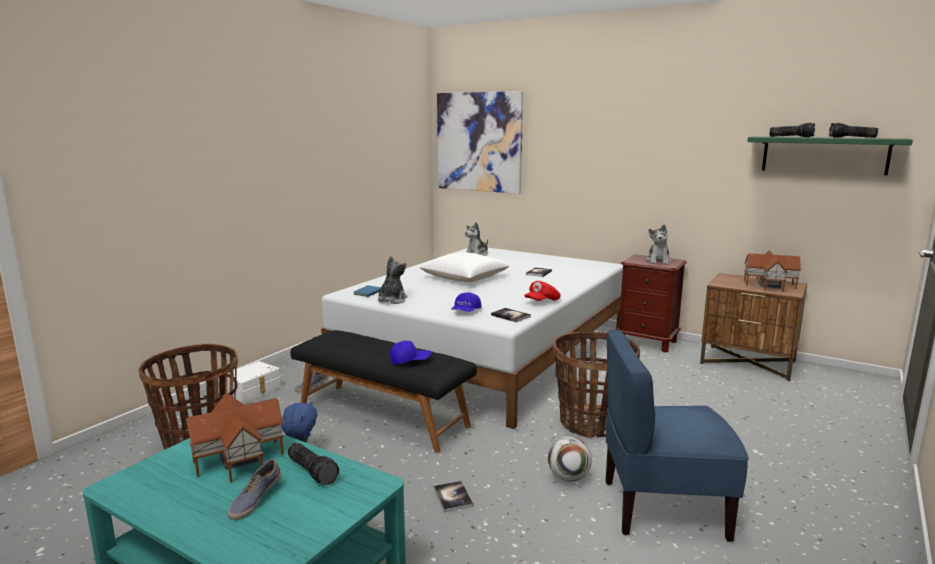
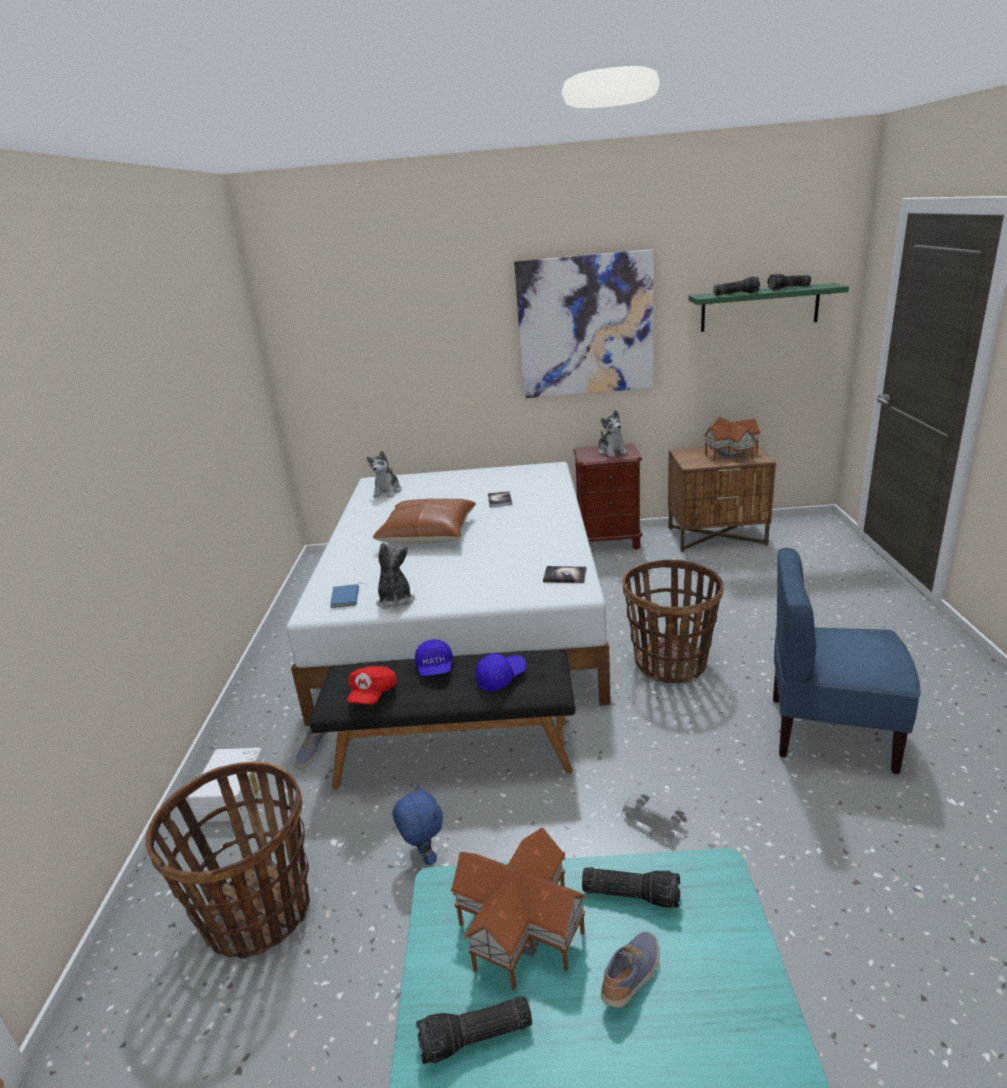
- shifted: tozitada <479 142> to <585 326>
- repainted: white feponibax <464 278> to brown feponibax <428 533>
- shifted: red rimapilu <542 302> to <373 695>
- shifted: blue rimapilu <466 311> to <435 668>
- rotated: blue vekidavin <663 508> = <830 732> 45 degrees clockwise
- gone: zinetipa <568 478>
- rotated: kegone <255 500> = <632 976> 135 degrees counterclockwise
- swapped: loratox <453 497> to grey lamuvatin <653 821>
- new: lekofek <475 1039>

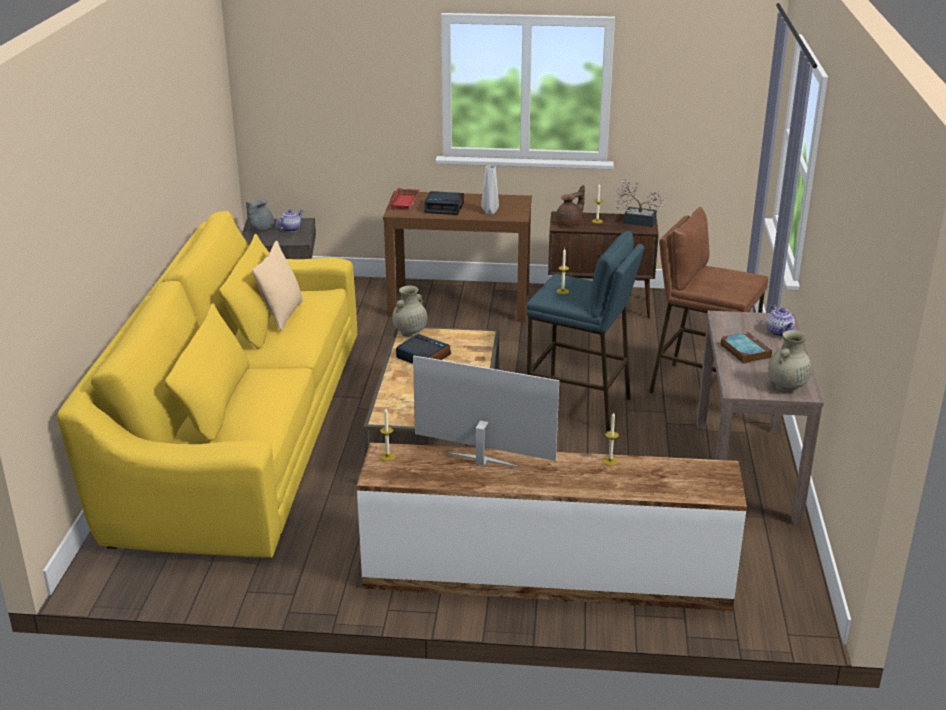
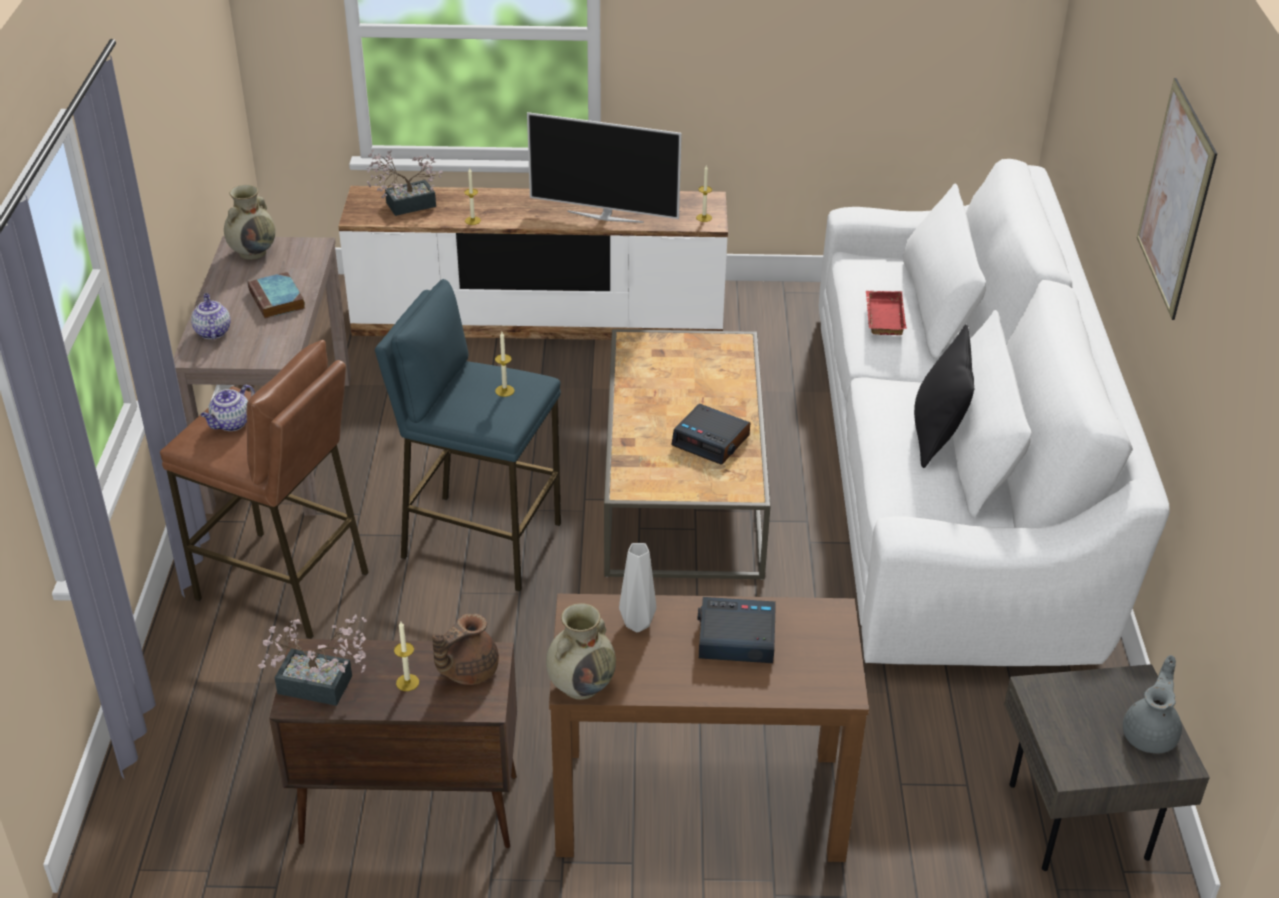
- shifted: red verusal <405 203> to <882 316>
- shifted: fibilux <291 229> to <231 424>
- repainted: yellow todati <240 432> to white todati <951 472>
- repainted: beige feponibax <282 315> to black feponibax <937 436>
- shifted: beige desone <410 333> to <581 685>
- new: tozitada <1175 198>
- new: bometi <405 205>

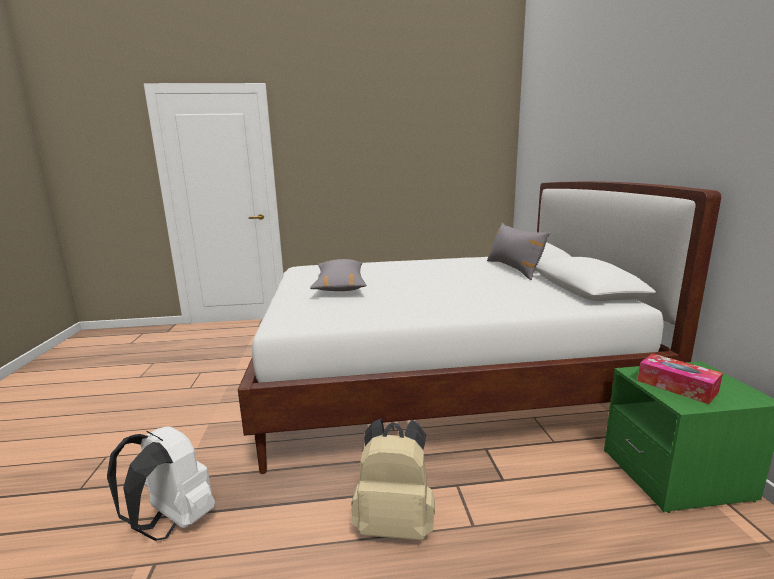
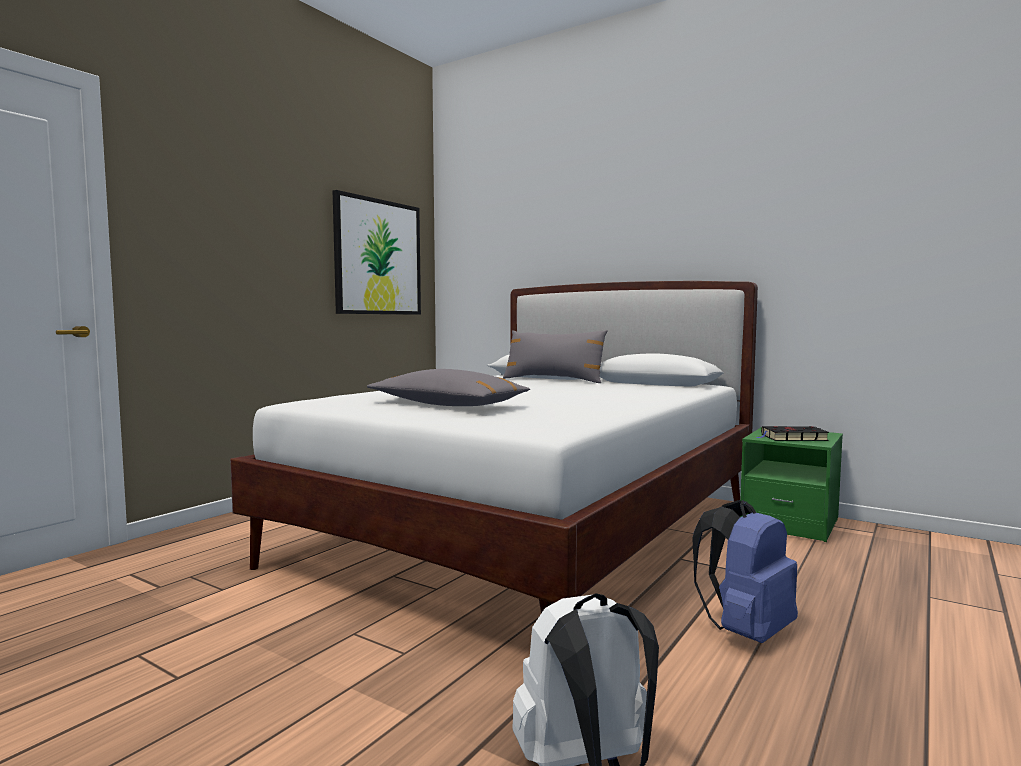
- swapped: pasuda <676 386> to black loratox <792 438>
- repainted: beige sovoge <395 523> to blue sovoge <745 631>
- new: tozitada <378 257>

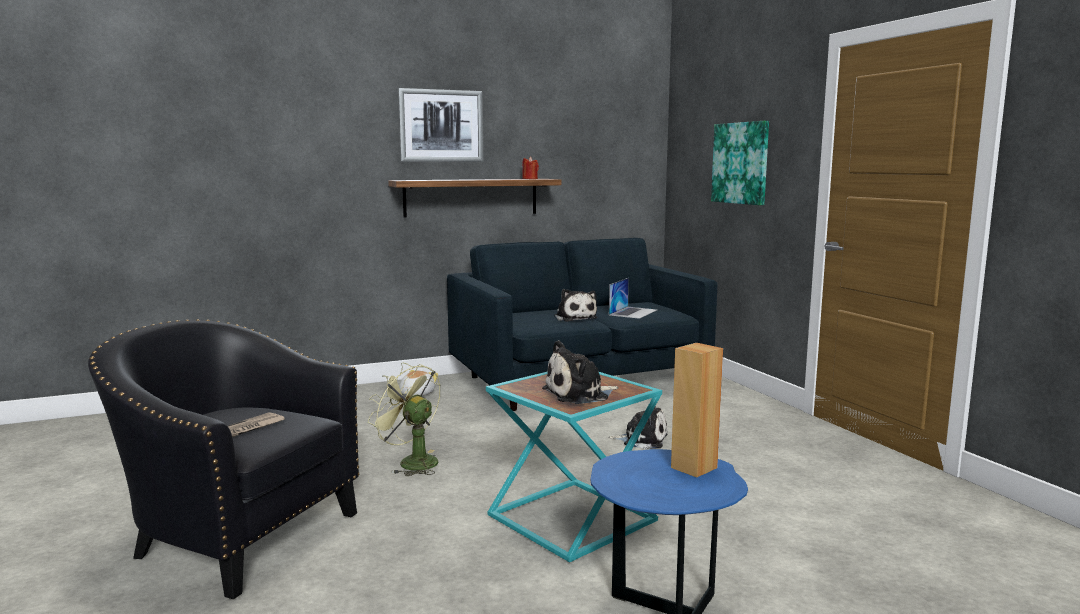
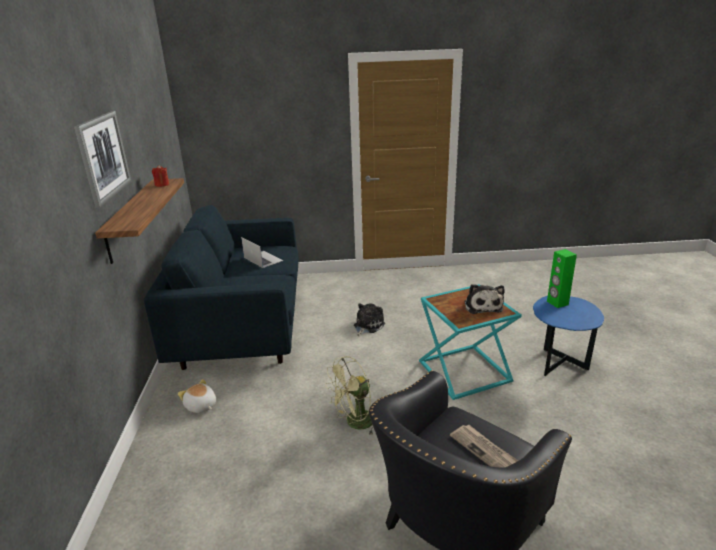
- gone: tozitada <741 163>
- gone: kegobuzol <574 318>
- repainted: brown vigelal <693 467> to green vigelal <557 303>

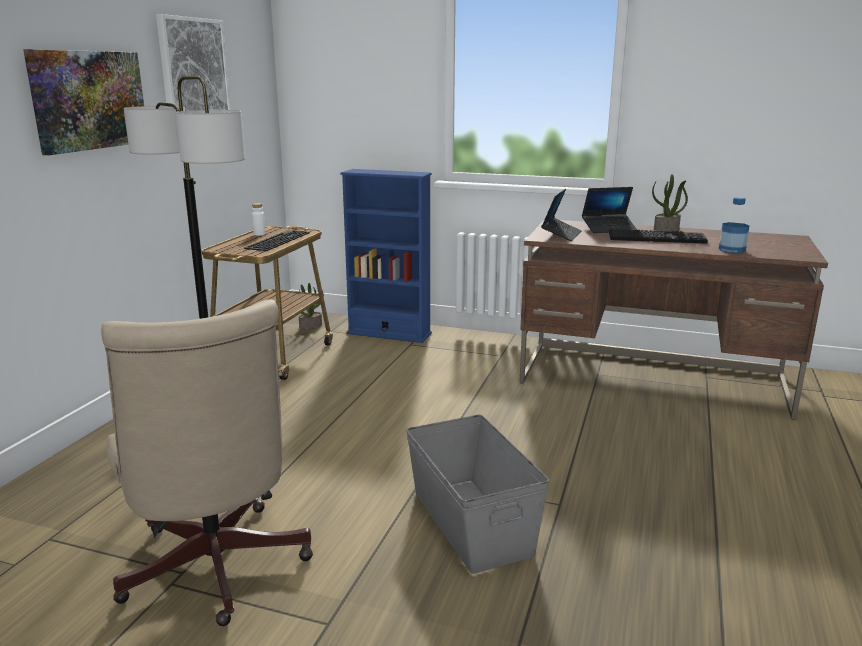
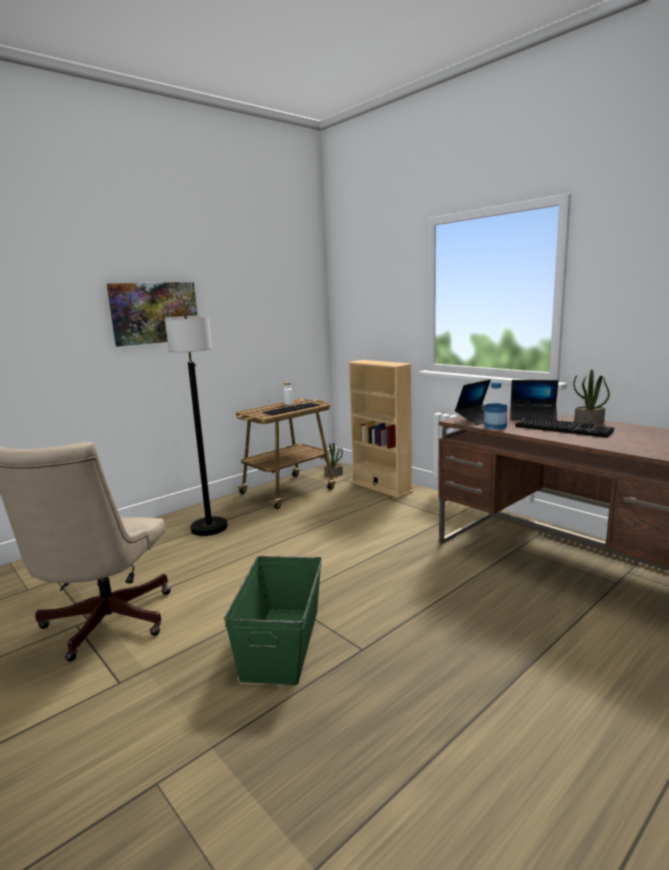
- gone: tozitada <193 69>
- repainted: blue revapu <389 333> to beige revapu <381 487>
- shifted: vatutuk <732 250> to <495 426>
- repainted: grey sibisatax <472 521> to green sibisatax <283 642>

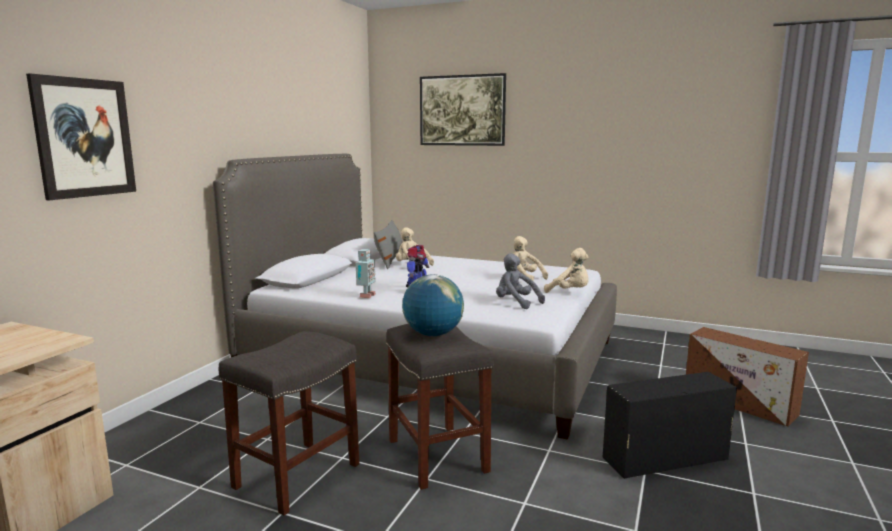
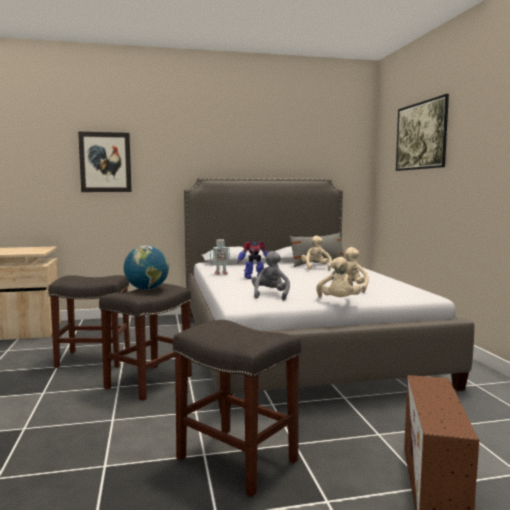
- swapped: black sibisatax <663 458> to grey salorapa <235 459>

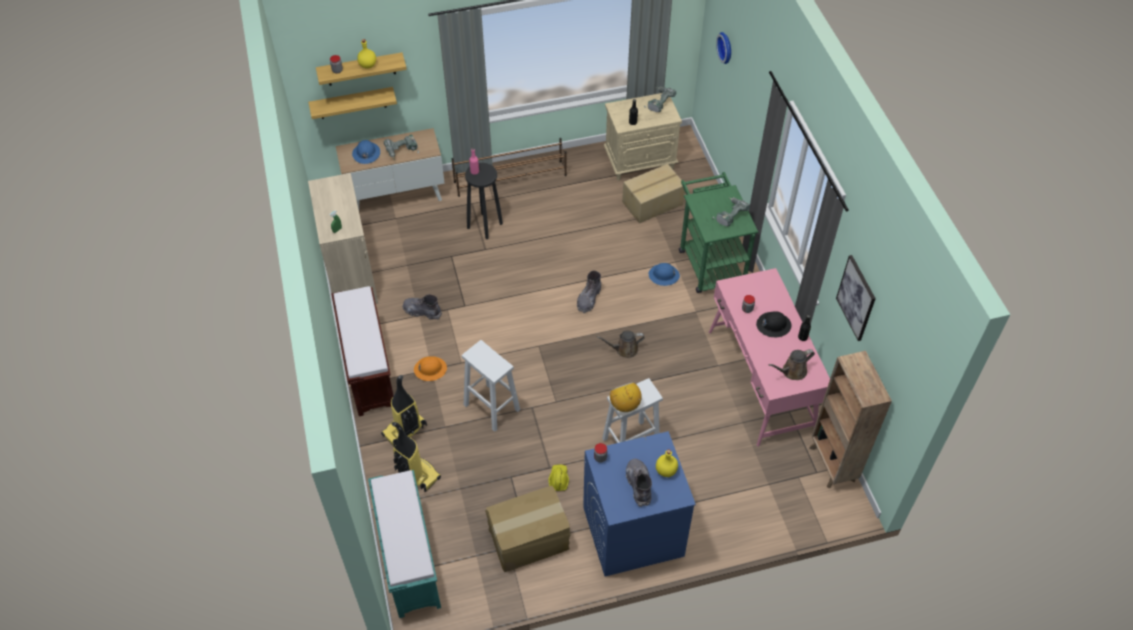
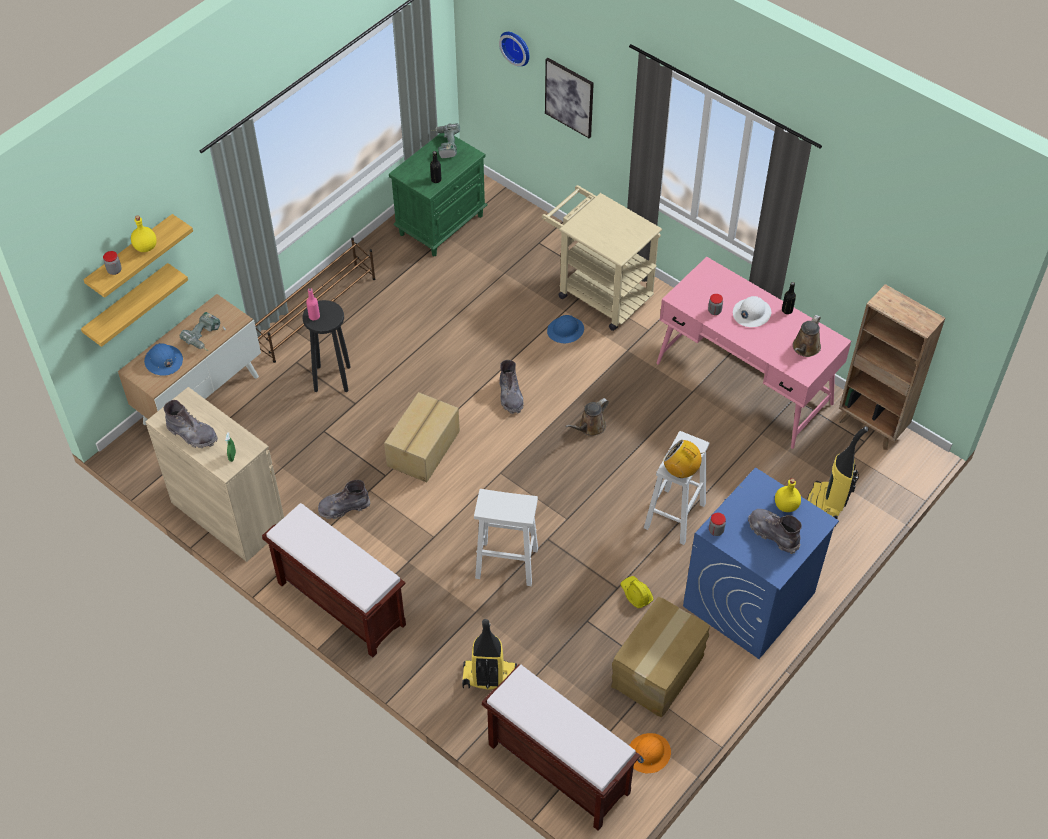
- repainted: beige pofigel <640 161> to green pofigel <441 224>
- shifted: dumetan <653 203> to <424 448>
- repainted: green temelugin <709 261> to beige temelugin <598 292>
- gone: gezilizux <729 215>
- shifted: tozitada <856 298> to <569 97>
- repainted: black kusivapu <773 325> to white kusivapu <751 313>
- shifted: orange kusivapu <430 369> to <648 753>
- shifted: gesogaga <404 431> to <825 506>
- repainted: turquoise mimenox <409 560> to brown mimenox <557 768>
- new: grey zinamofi <192 434>

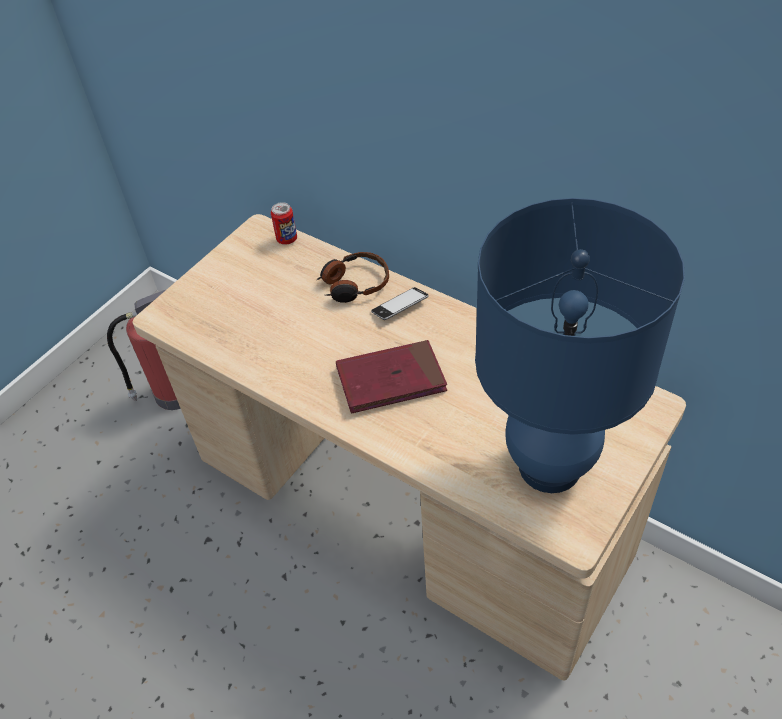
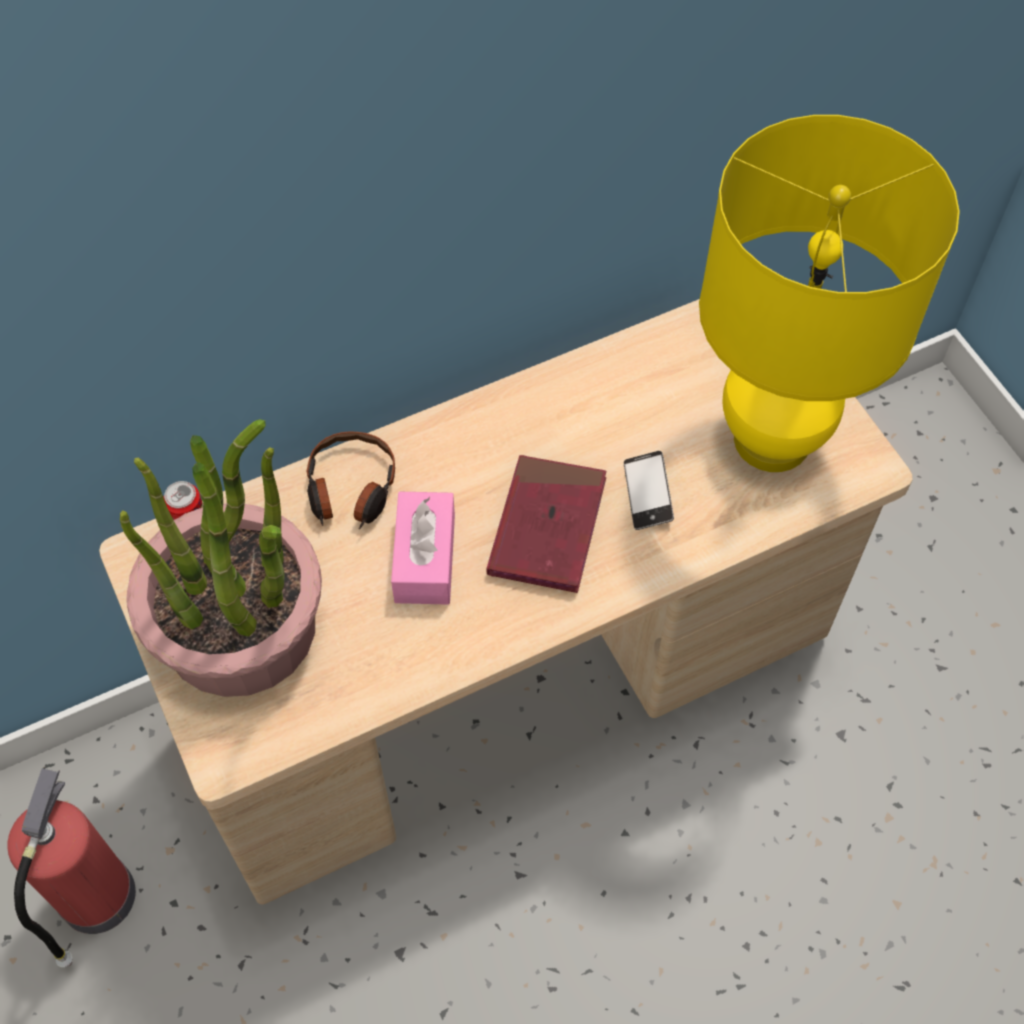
- repainted: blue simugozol <550 467> to yellow simugozol <772 440>
- shifted: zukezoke <400 307> to <647 494>
- new: bometi <241 627>
- new: pink pasuda <425 558>

